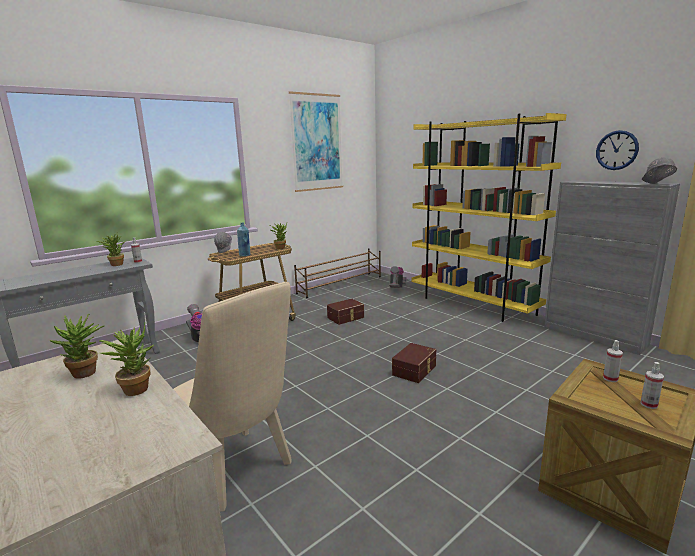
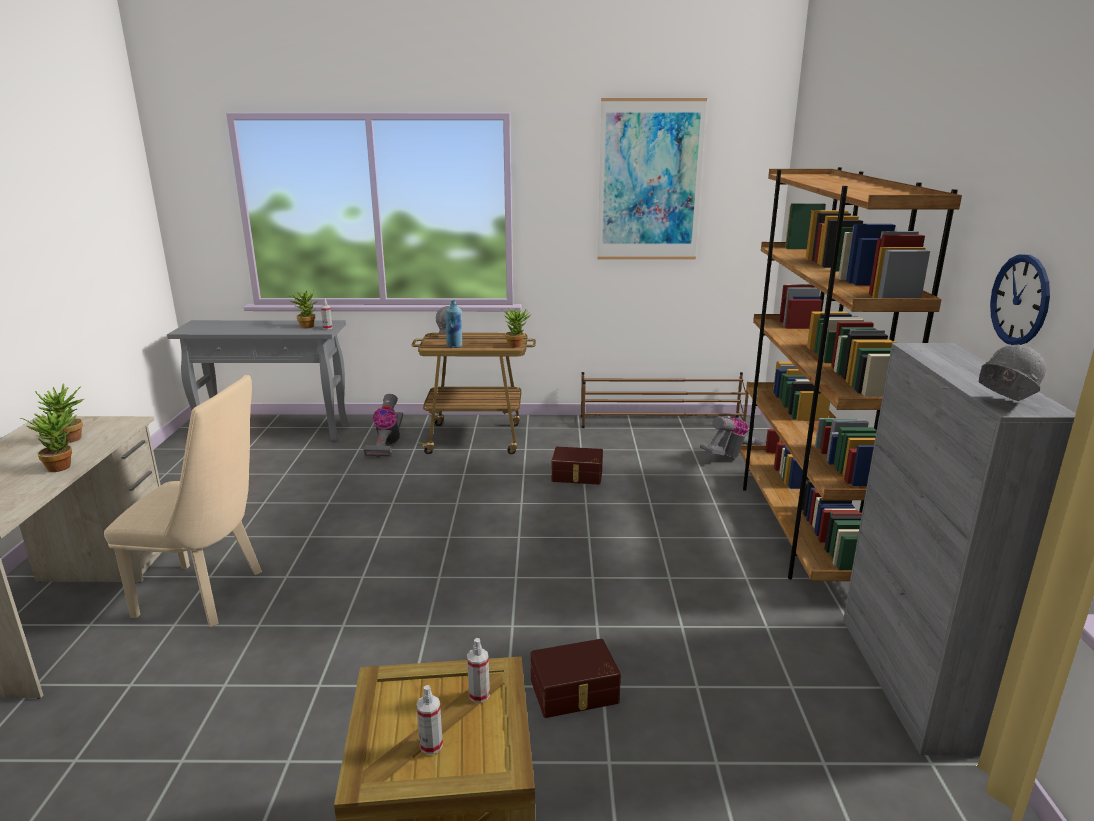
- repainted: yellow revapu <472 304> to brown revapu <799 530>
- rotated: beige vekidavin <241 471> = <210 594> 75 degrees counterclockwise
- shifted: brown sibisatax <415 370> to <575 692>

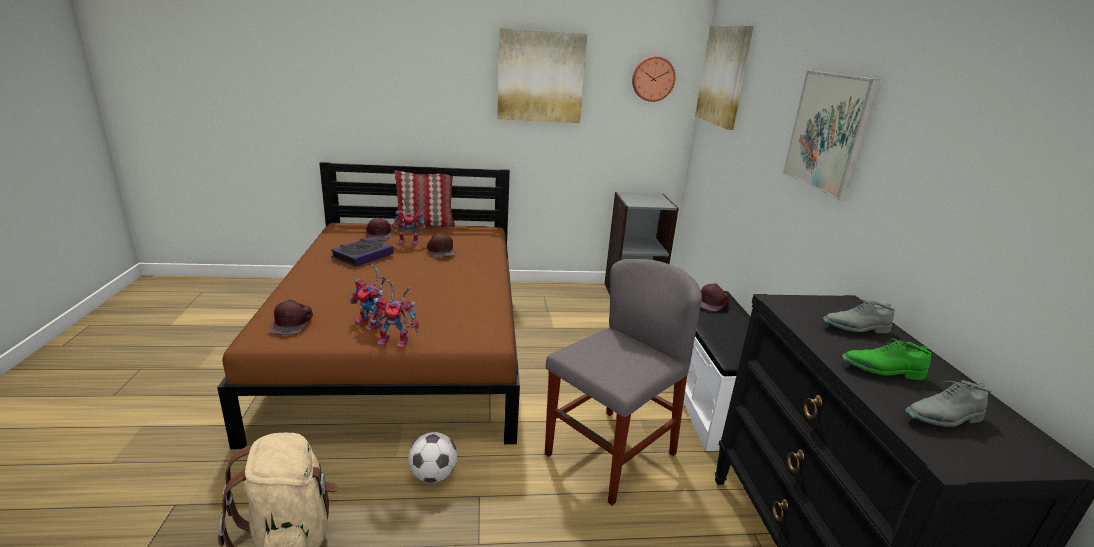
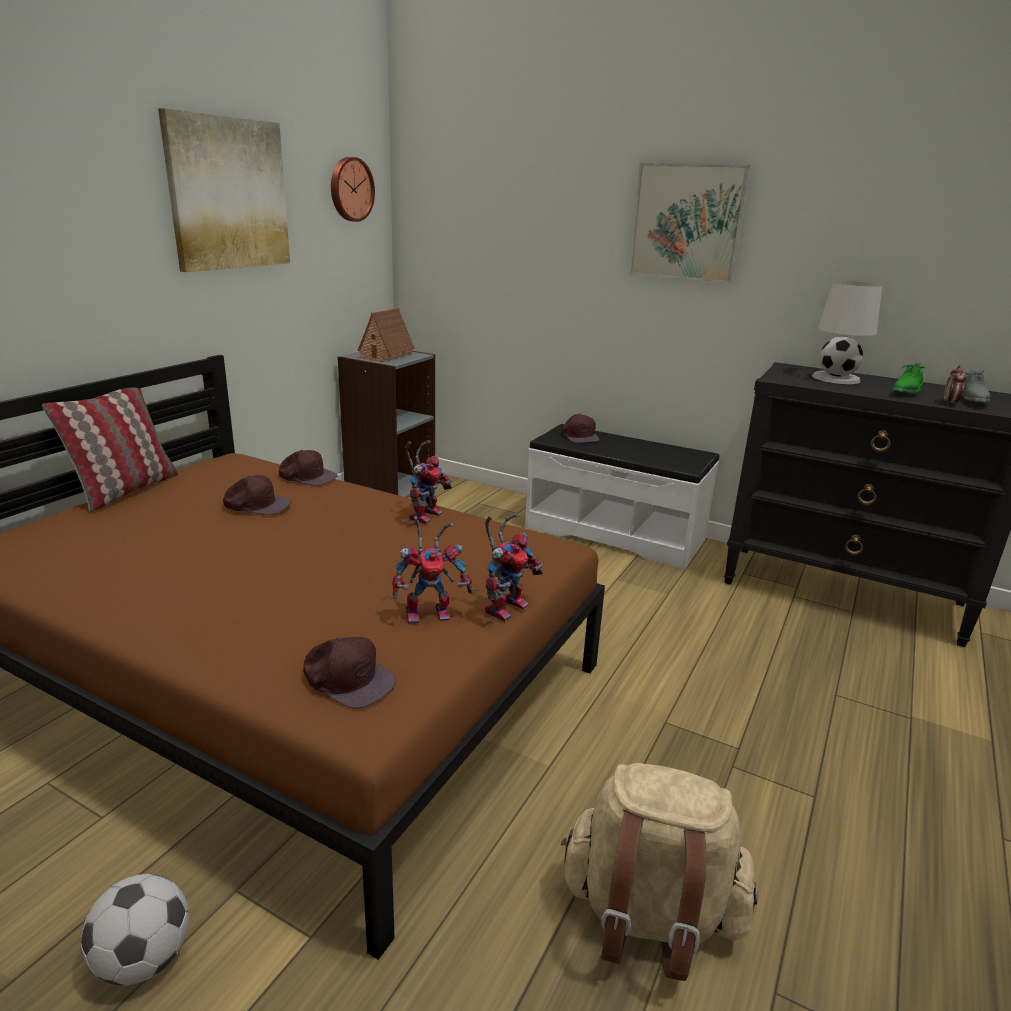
- gone: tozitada <723 76>
- shifted: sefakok <410 242> to <425 514>
- shifted: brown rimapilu <379 234> to <307 476>
- gone: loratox <362 255>
- gone: grey vekidavin <610 454>
- swapped: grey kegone <855 329> to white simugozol <836 378>
- shifted: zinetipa <433 475> to <144 959>
- new: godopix <384 355>
- new: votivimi <950 403>

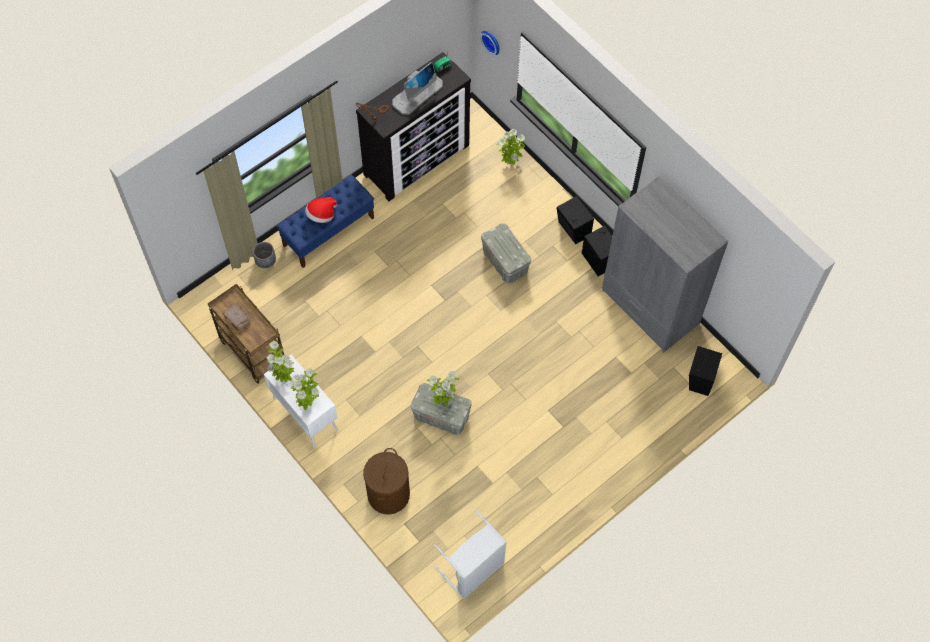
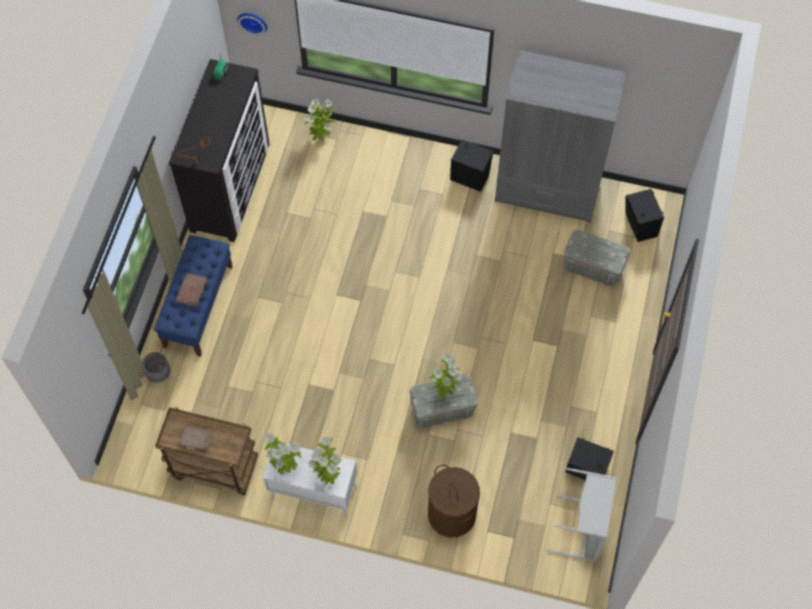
- gone: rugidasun <417 93>
- shifted: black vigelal <573 230> to <586 471>
- swapped: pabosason <321 215> to brown loratox <192 291>
- shifted: grey sibisatax <504 262> to <592 267>

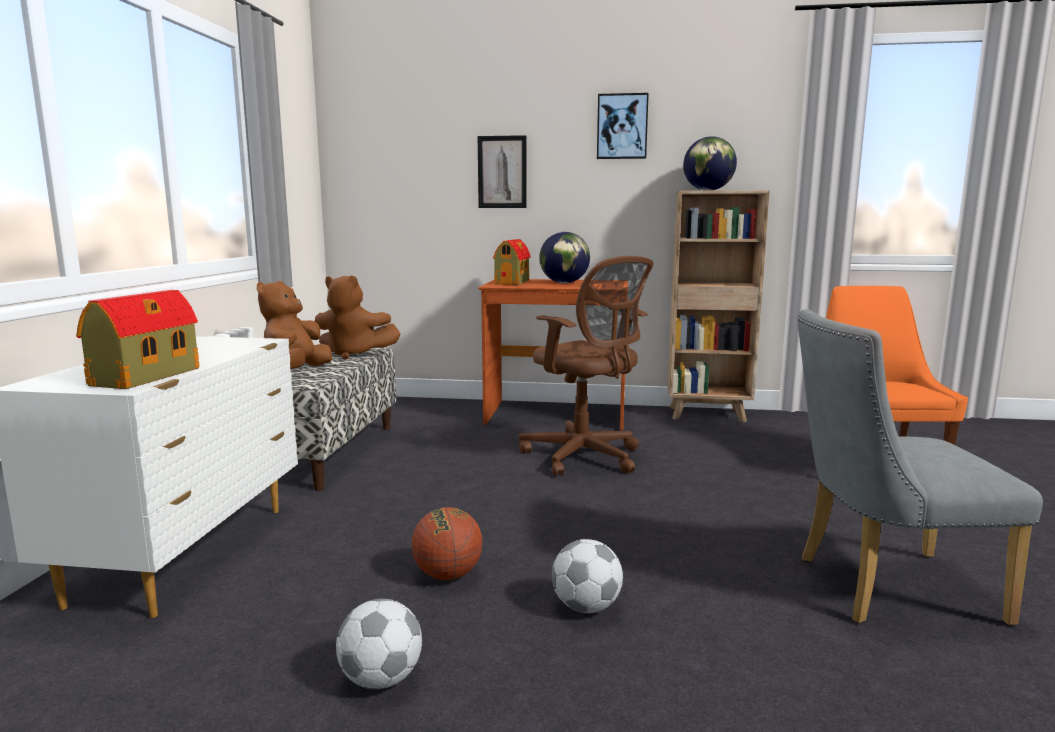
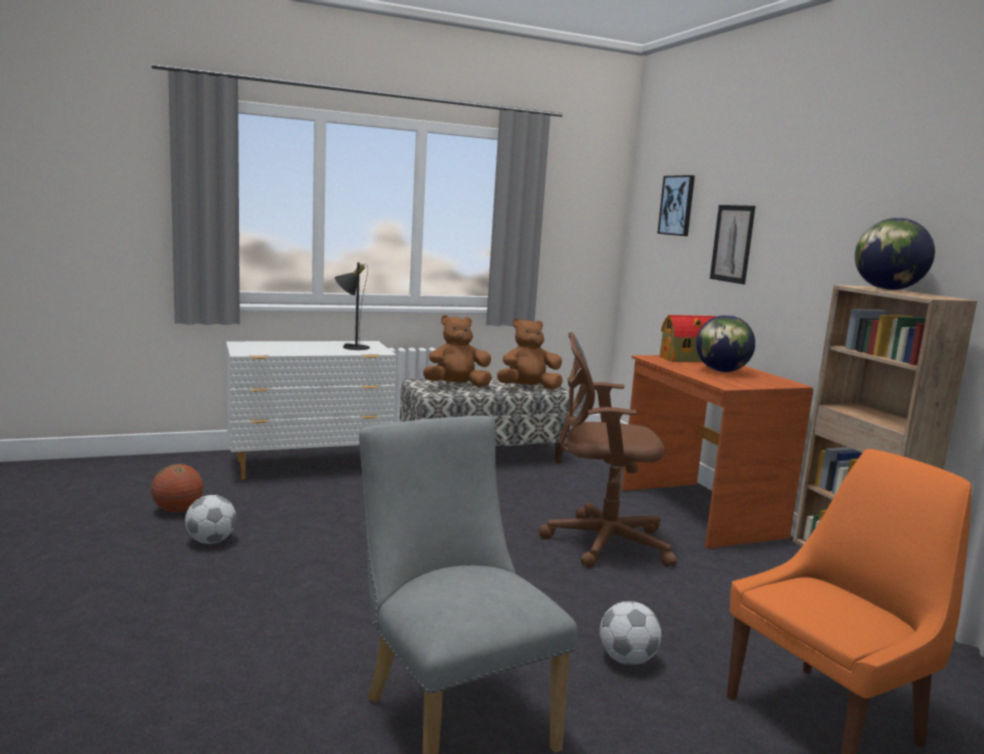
- shifted: tozitada <622 126> to <677 205>
- rotated: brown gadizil <585 457> = <600 542> 75 degrees clockwise
- rotated: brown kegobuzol <354 354> = <528 388> 90 degrees clockwise
- gone: godopix <144 377>
- shifted: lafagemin <448 575> to <178 510>
- shifted: zinetipa <587 607> to <627 660>
- new: black simugozol <351 346>

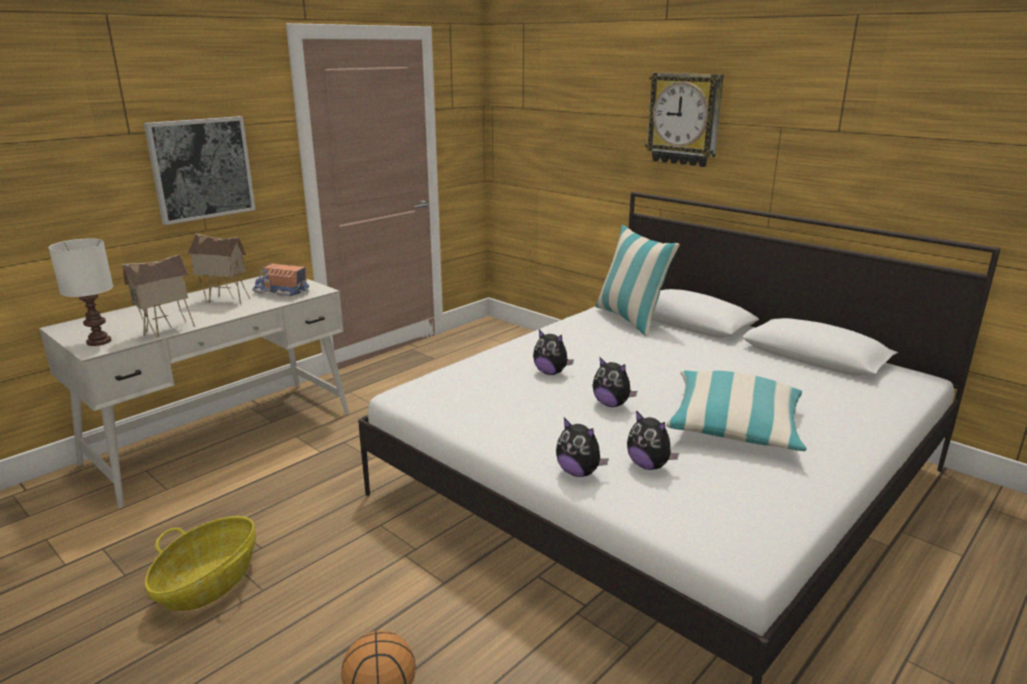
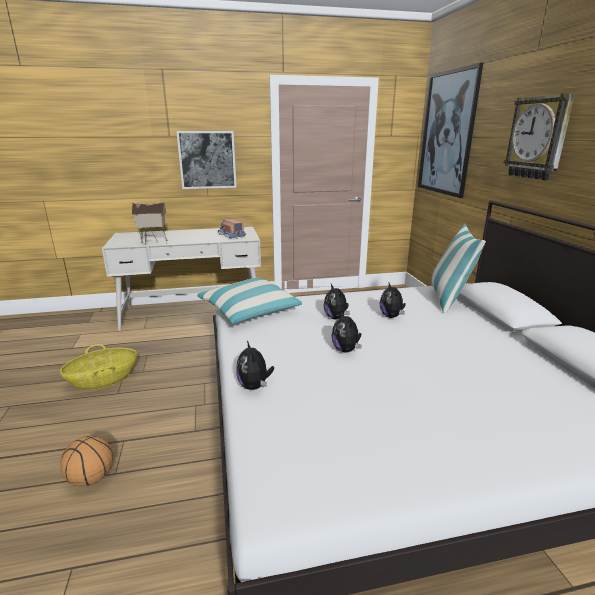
- gone: godopix <224 301>
- gone: white simugozol <99 342>
- shifted: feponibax <734 425> to <249 310>
- shifted: kegobuzol <649 465> to <391 316>
- new: tozitada <447 133>

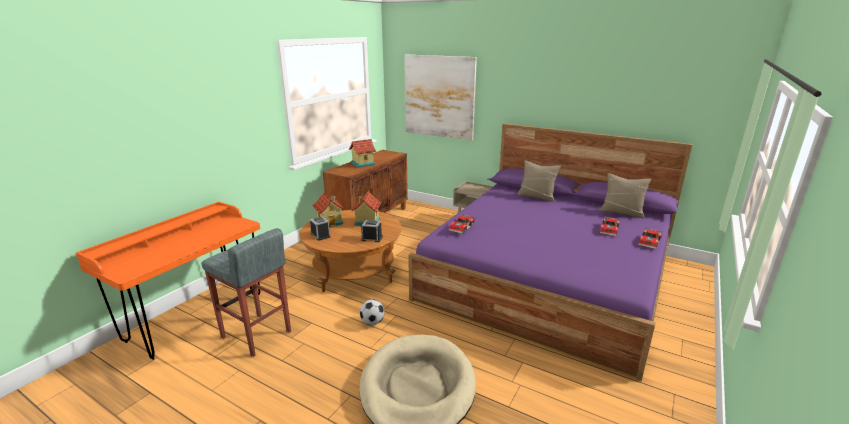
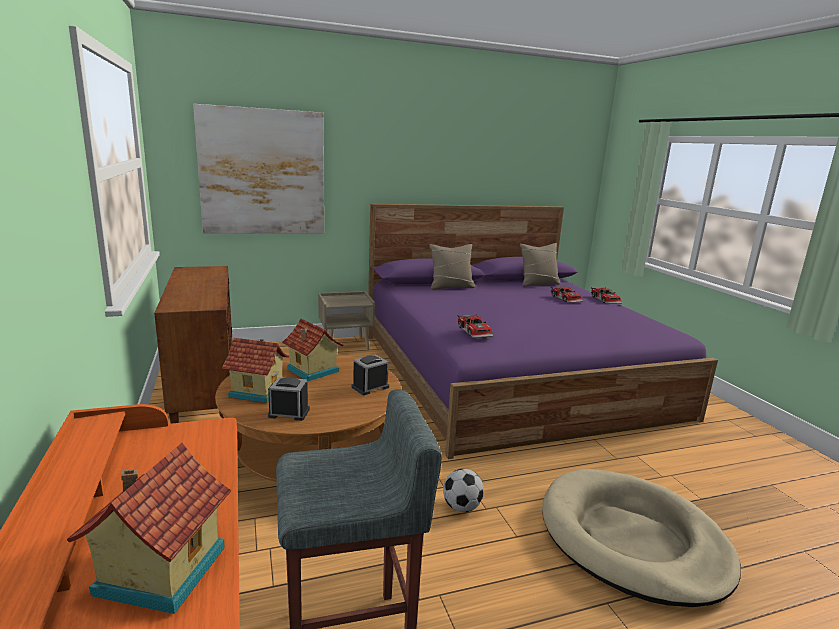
- shifted: godopix <362 163> to <158 570>

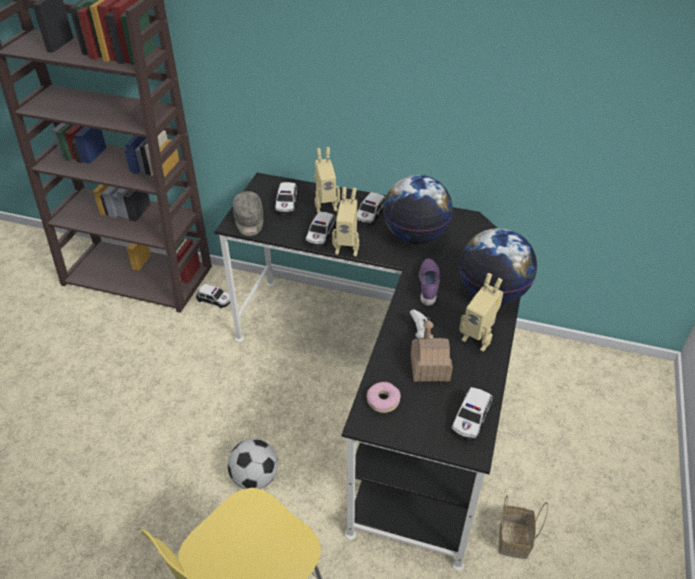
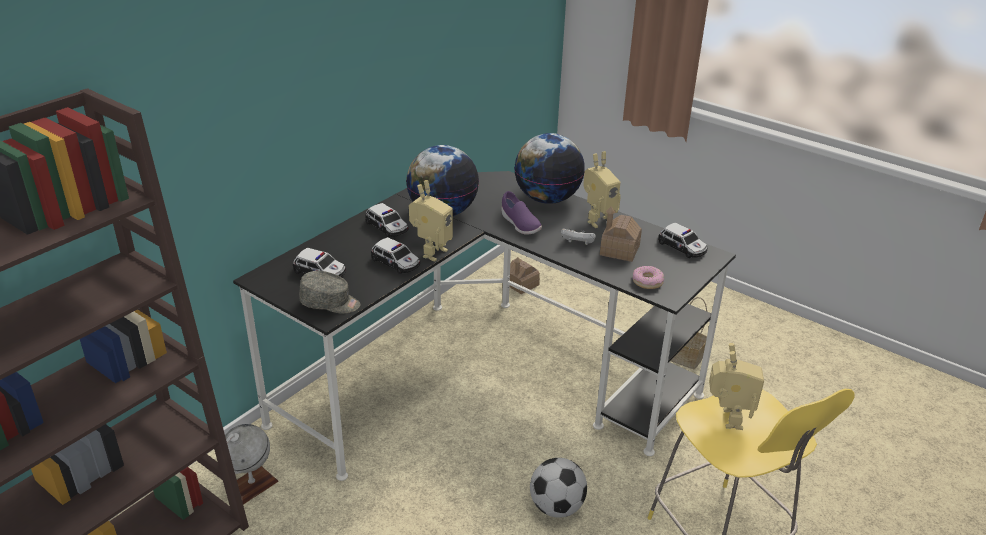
- shifted: sefakok <325 206> to <727 418>
- rotated: purple kegone <429 287> = <519 224> 150 degrees counterclockwise
- swapped: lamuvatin <215 299> to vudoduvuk <251 485>
- new: godopix <521 284>

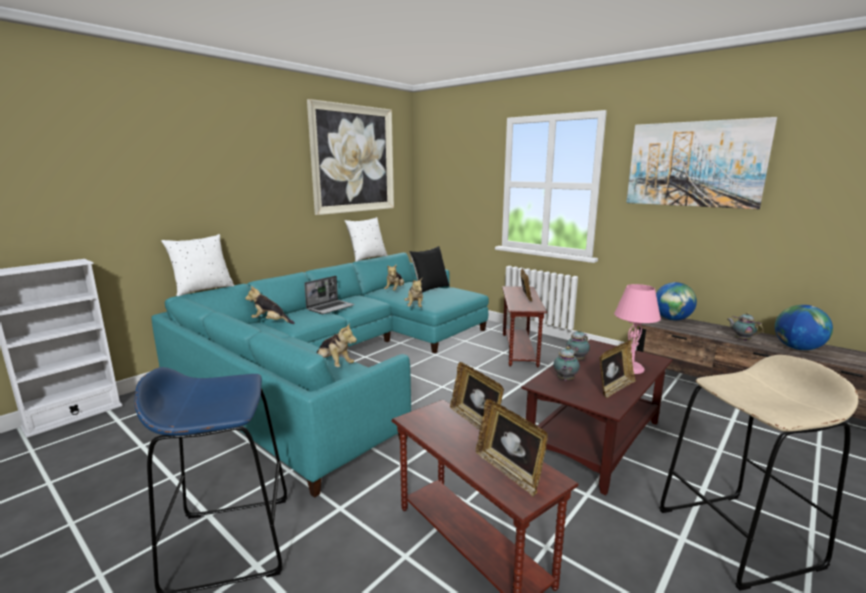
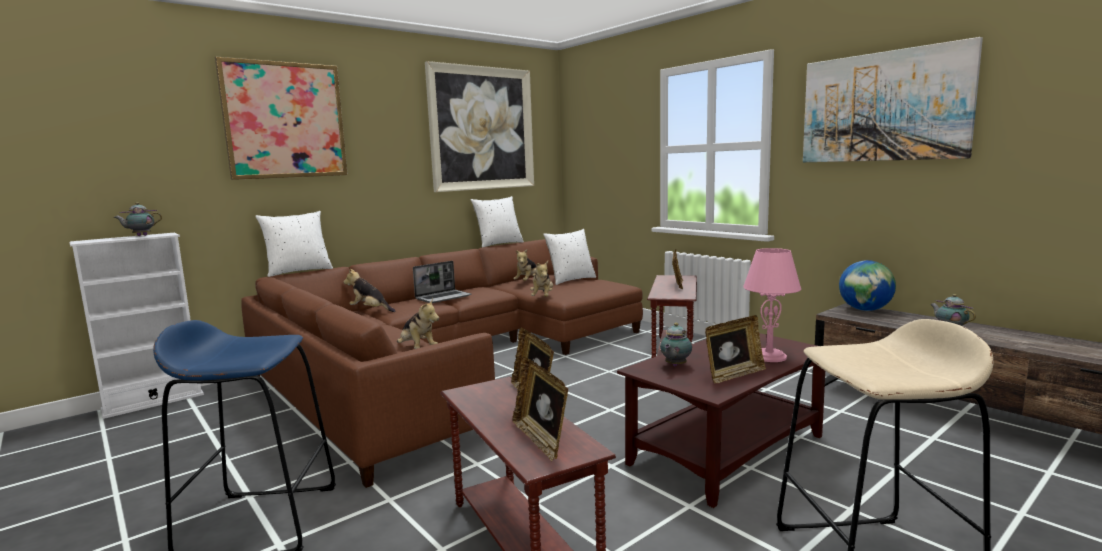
- repainted: black feponibax <430 288> to white feponibax <571 280>
- repainted: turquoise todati <342 361> to brown todati <452 360>
- gone: vudoduvuk <797 348>
- shifted: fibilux <575 360> to <140 236>
- new: tozitada <285 120>

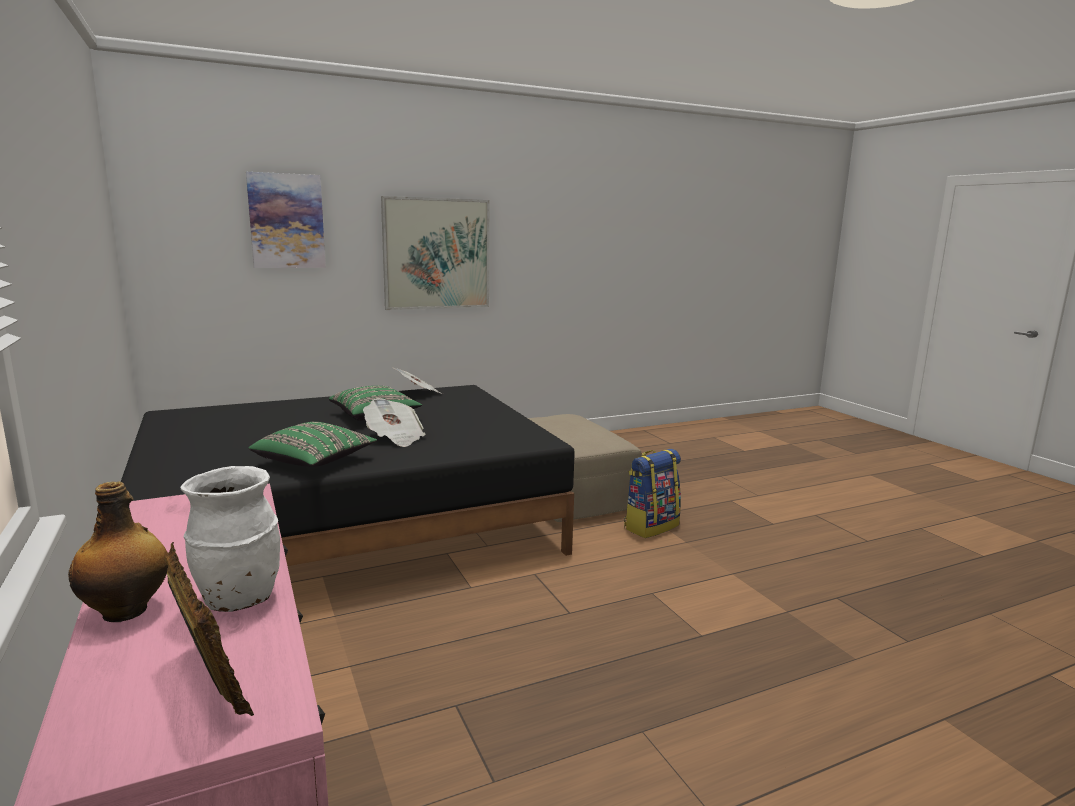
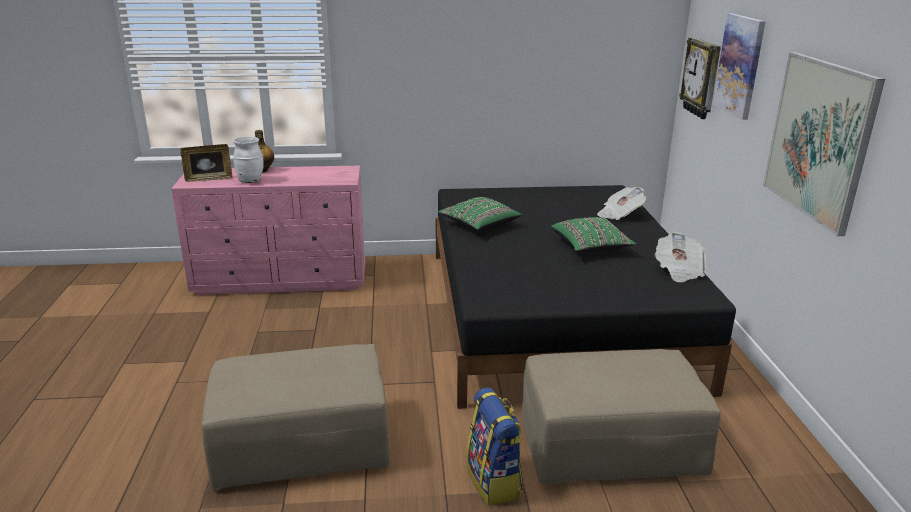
- shifted: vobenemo <395 438> to <619 215>
- new: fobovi <702 78>
- new: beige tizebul <302 443>

